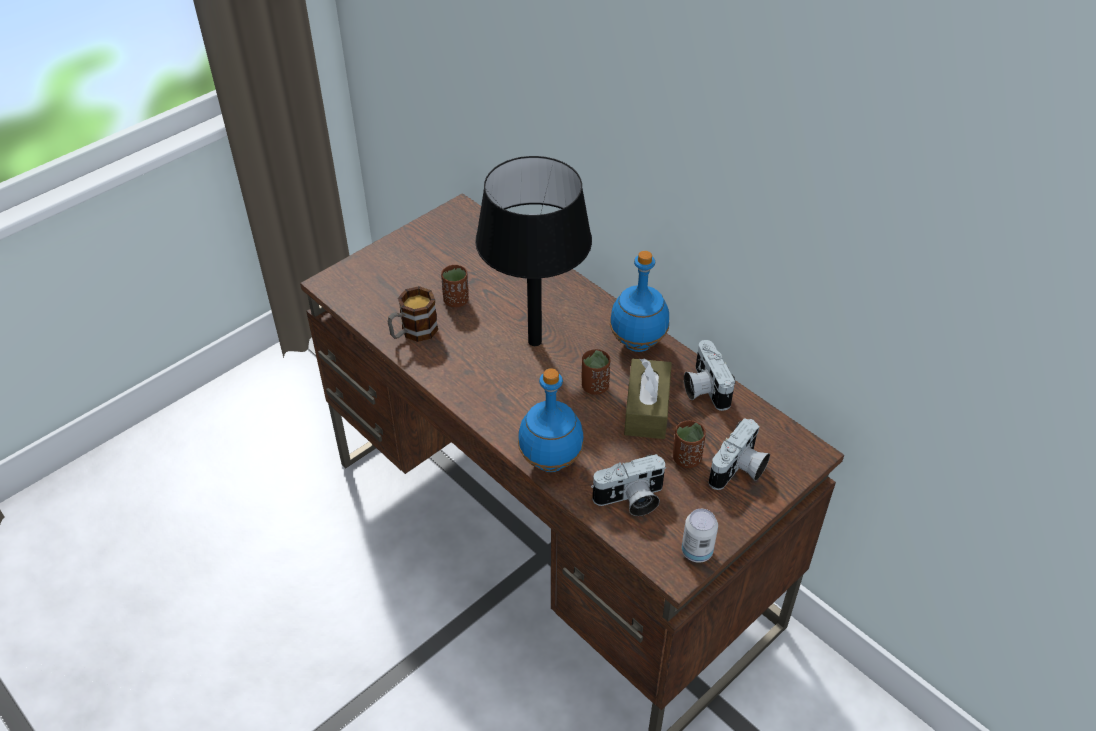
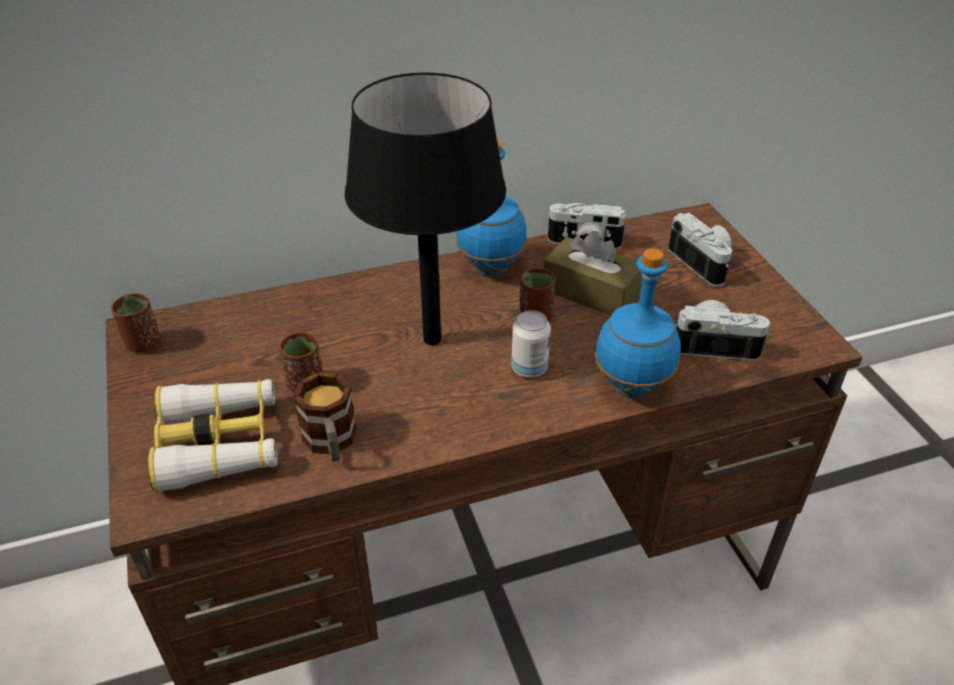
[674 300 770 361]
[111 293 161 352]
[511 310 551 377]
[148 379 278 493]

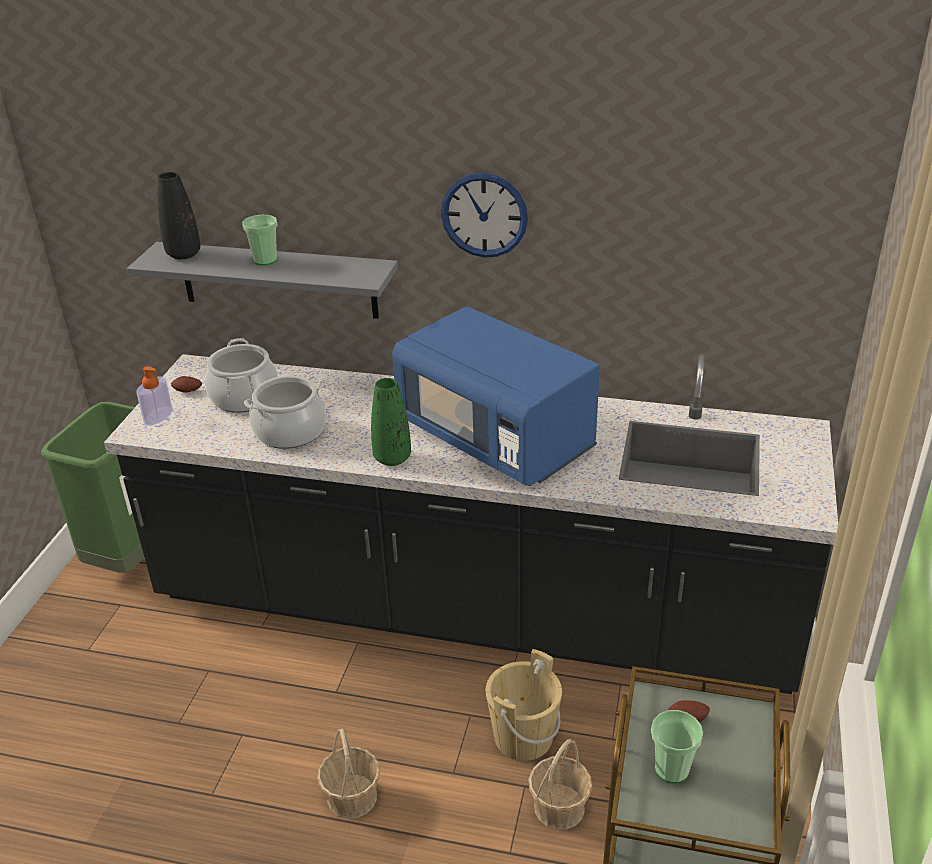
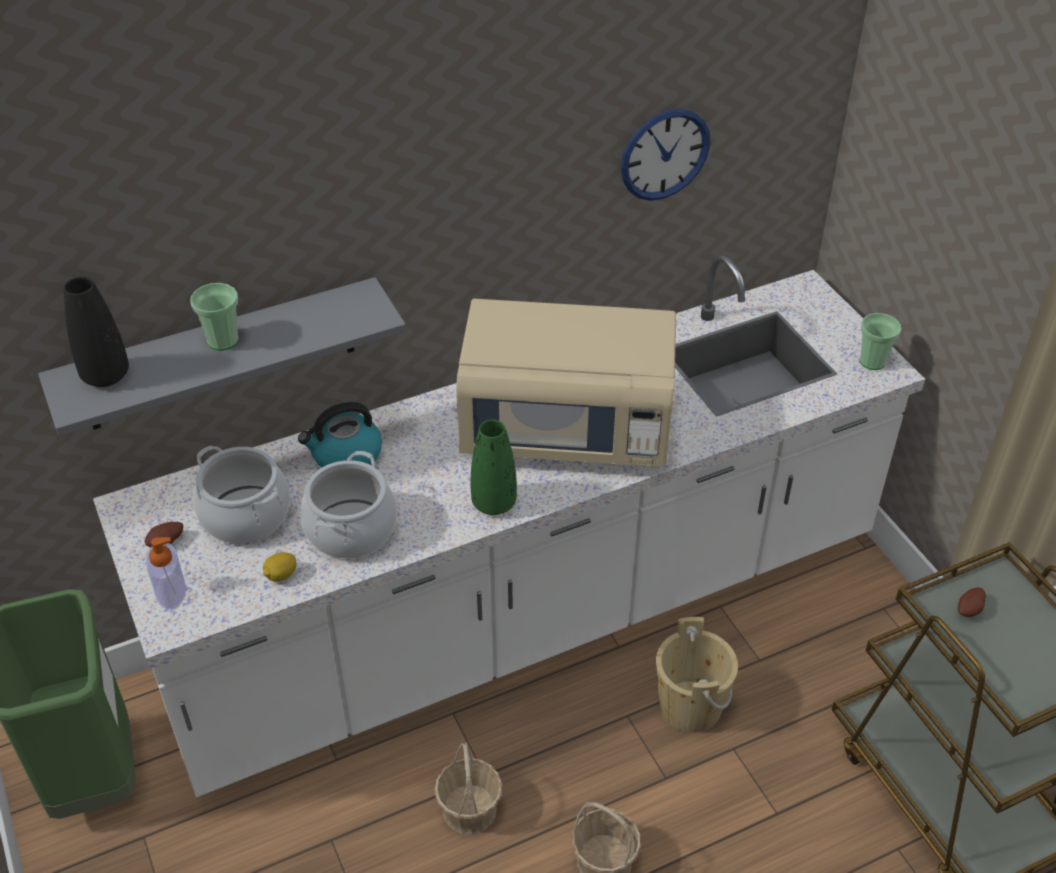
[93 255 925 797]
[456 299 676 467]
[621 109 710 201]
[434 742 502 835]
[860 313 901 370]
[263 552 297 582]
[298 402 382 467]

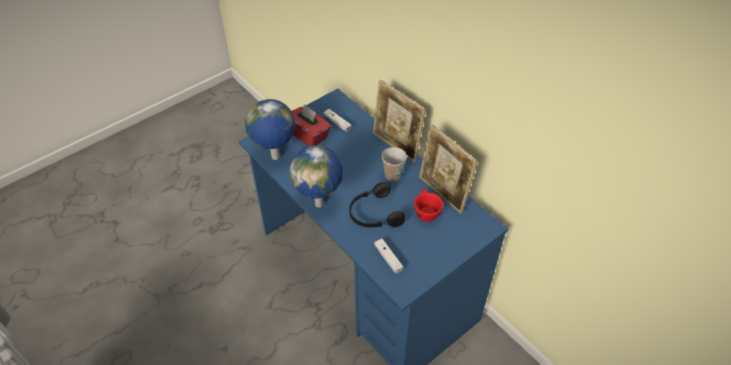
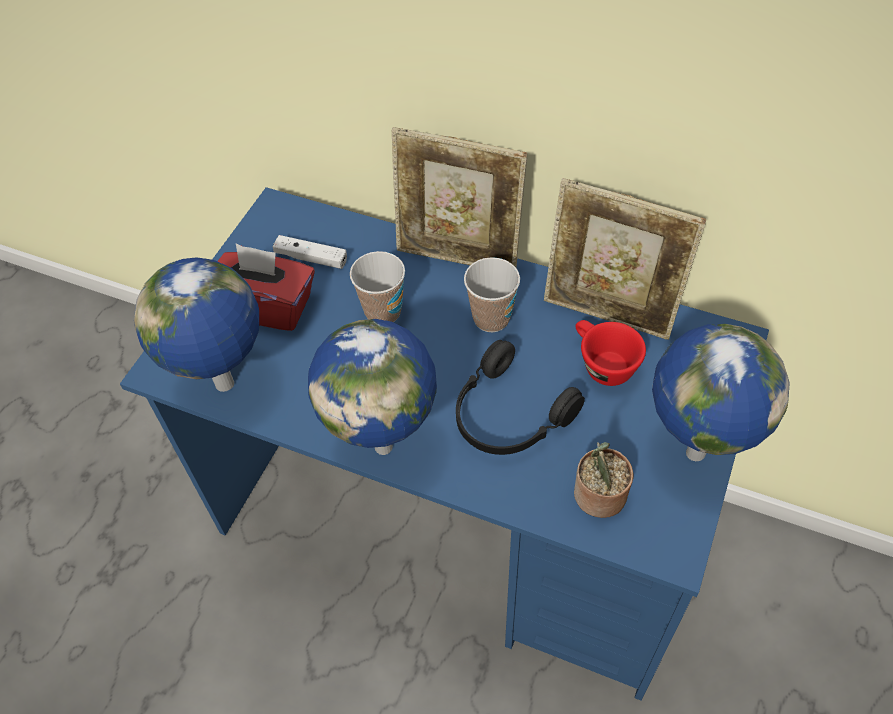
[574 442 634 518]
[350 251 405 322]
[652 323 789 461]

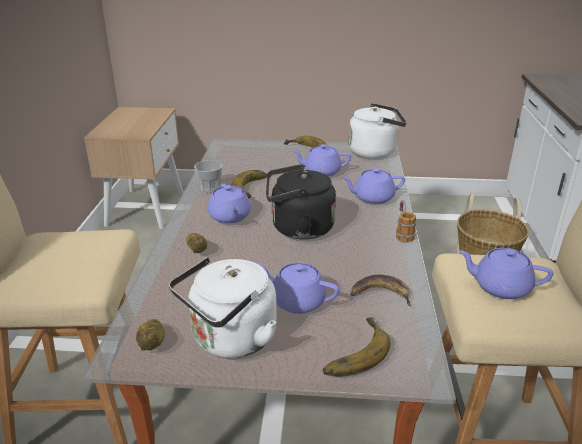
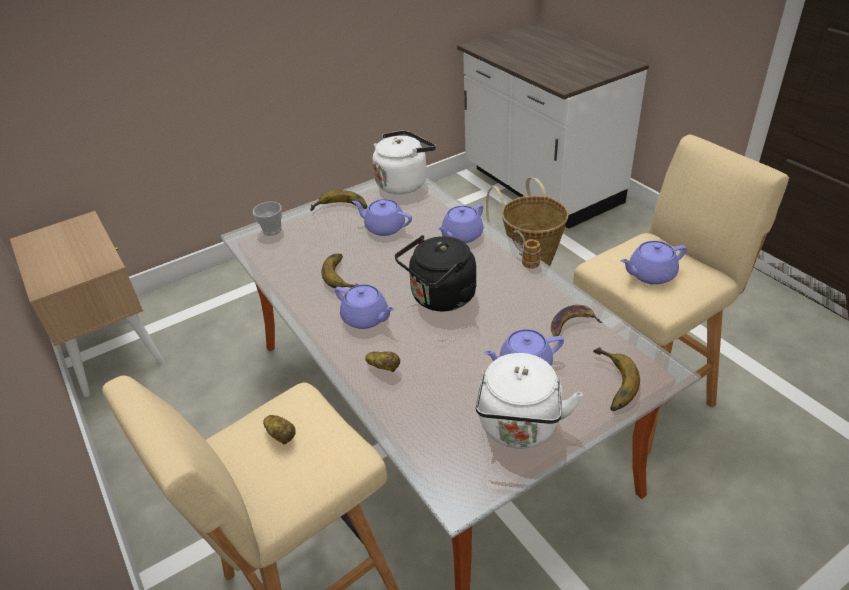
[263 415 296 445]
[253 202 282 236]
[352 199 412 236]

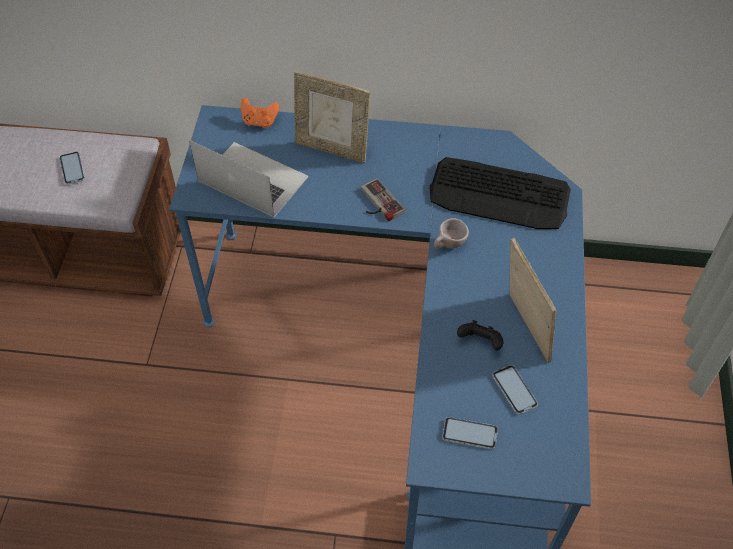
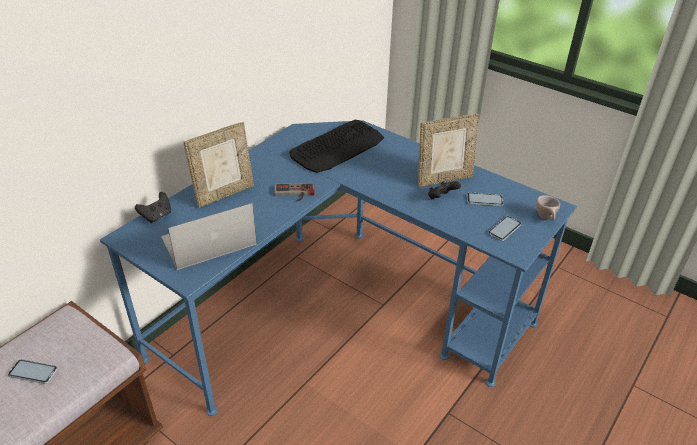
[135 192 171 223]
[536 195 560 220]
[418 114 479 187]

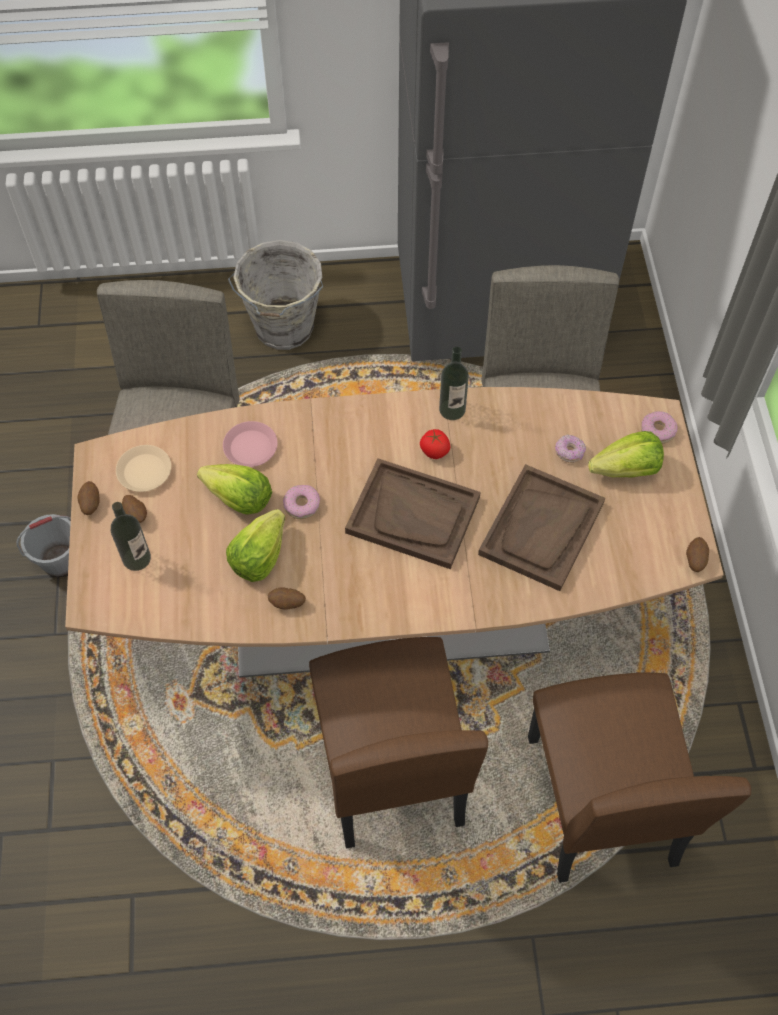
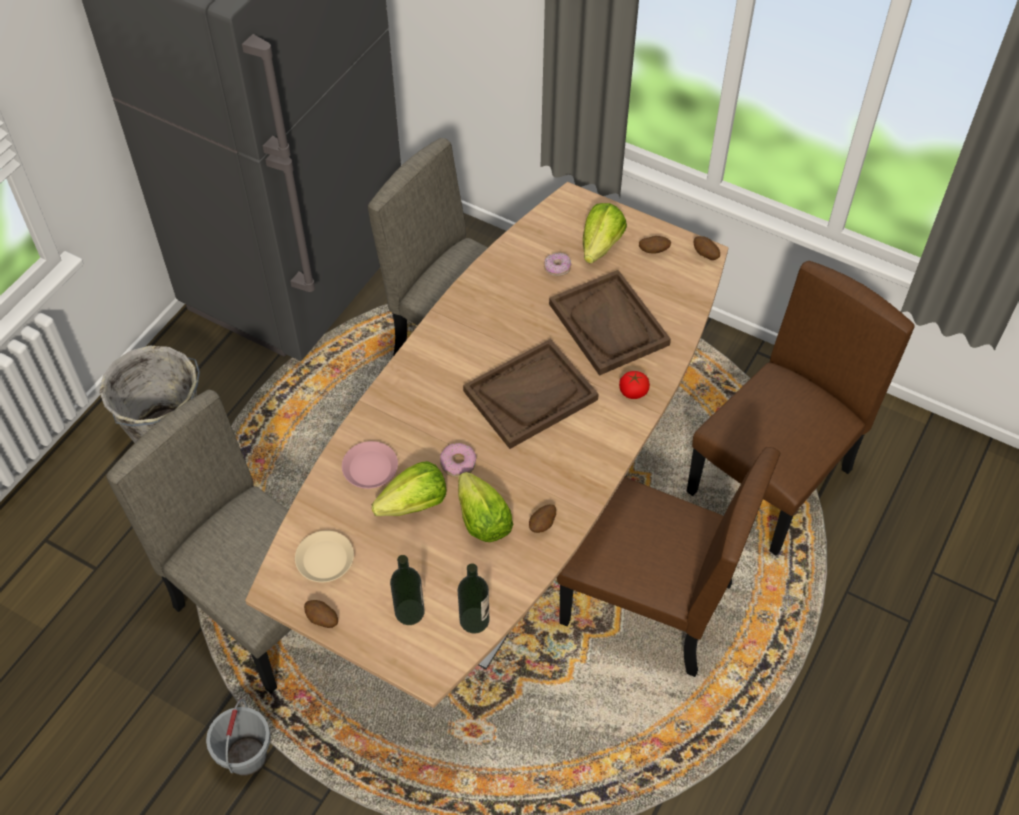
[639 236 671 254]
[619 371 650 399]
[458 563 489 634]
[686 261 915 556]
[641 411 678 444] (first image)

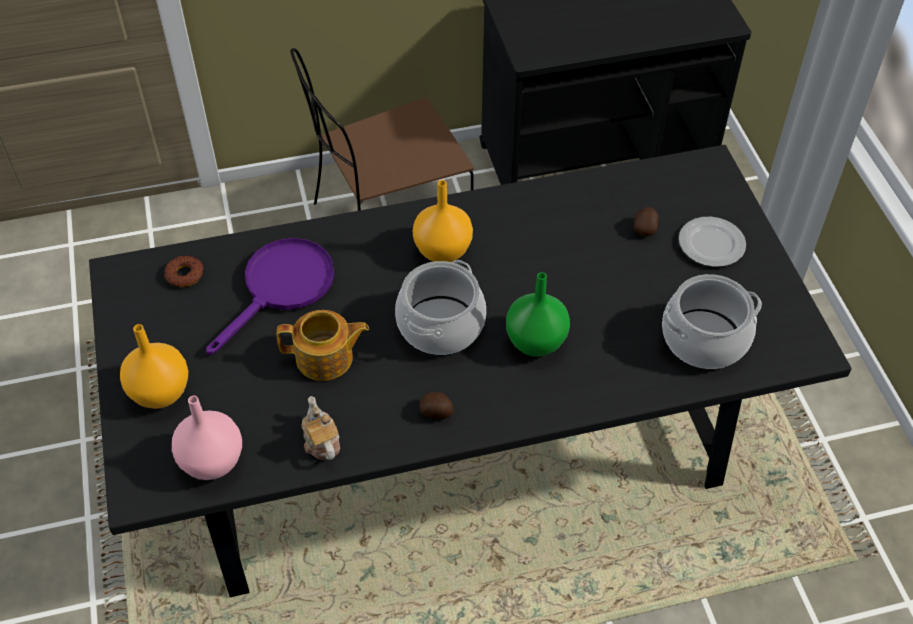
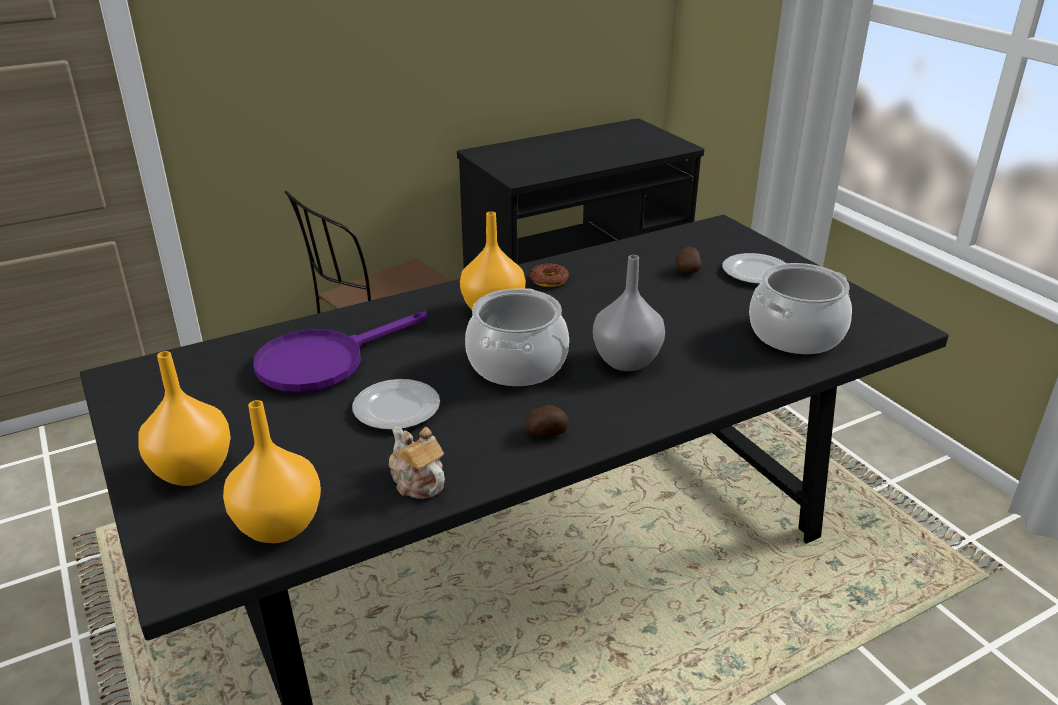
[530 263 569 287]
[223 400 321 543]
[253 311 427 393]
[352 379 440 430]
[593 255 665 371]

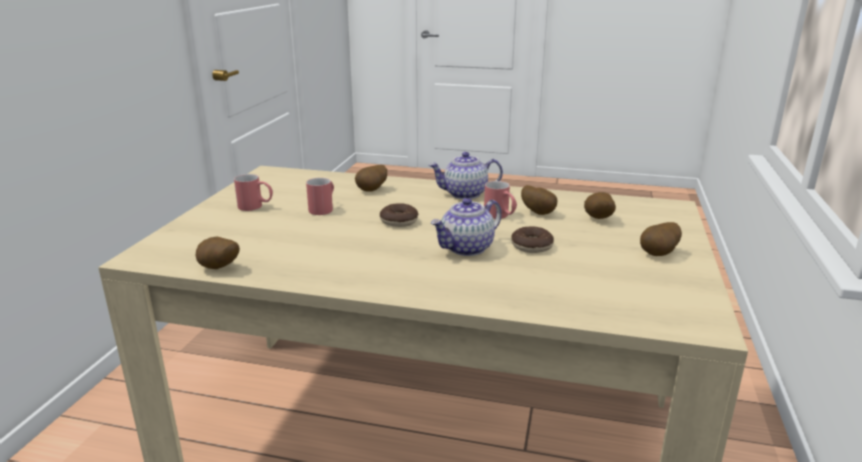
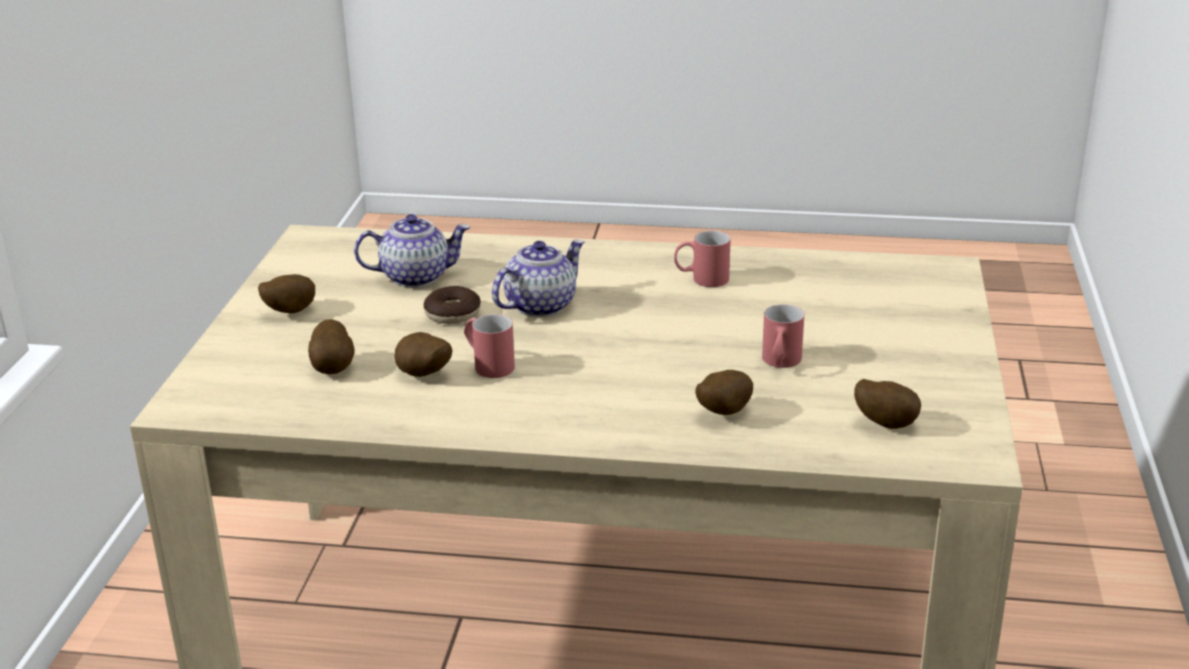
[854 379 921 429]
[674 231 731 287]
[380 203 418 227] (first image)
[354 214 470 288]

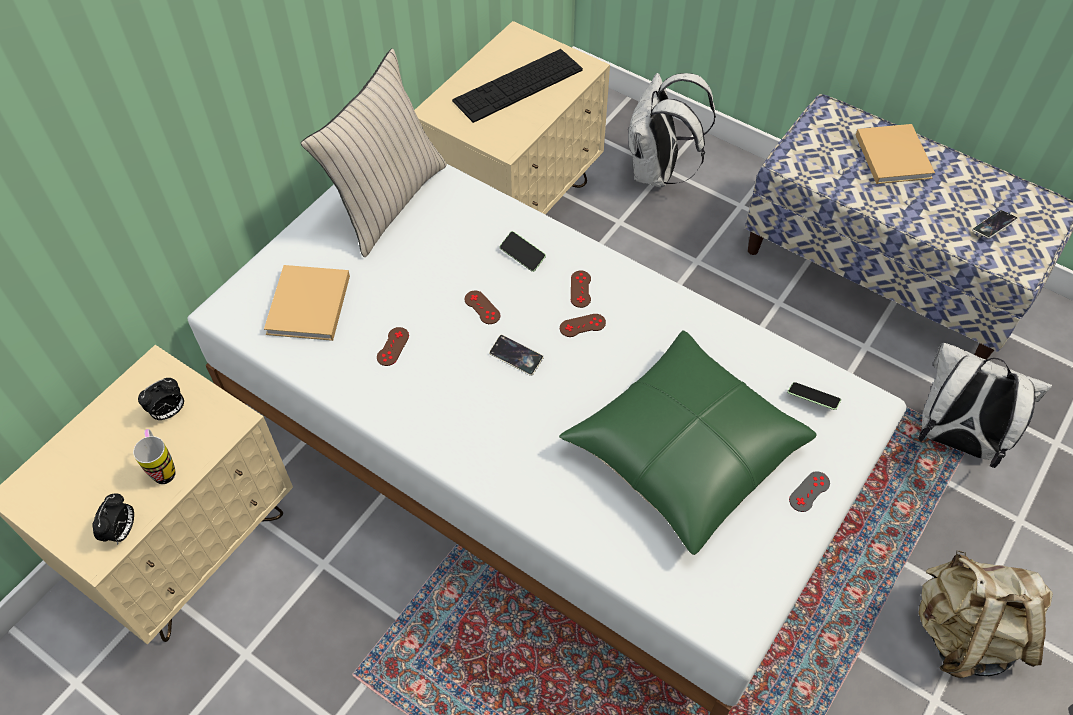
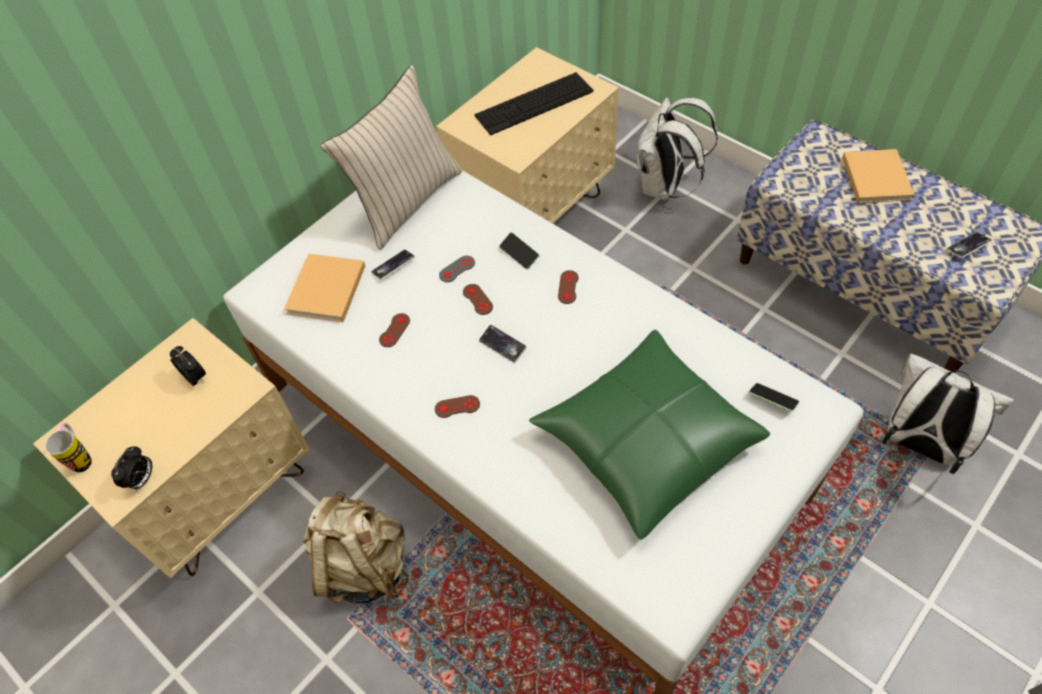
[45 423 92 472]
[170 346 206 386]
[435 395 480 418]
[439 256 475 282]
[303 491 409 603]
[371 250 415 280]

